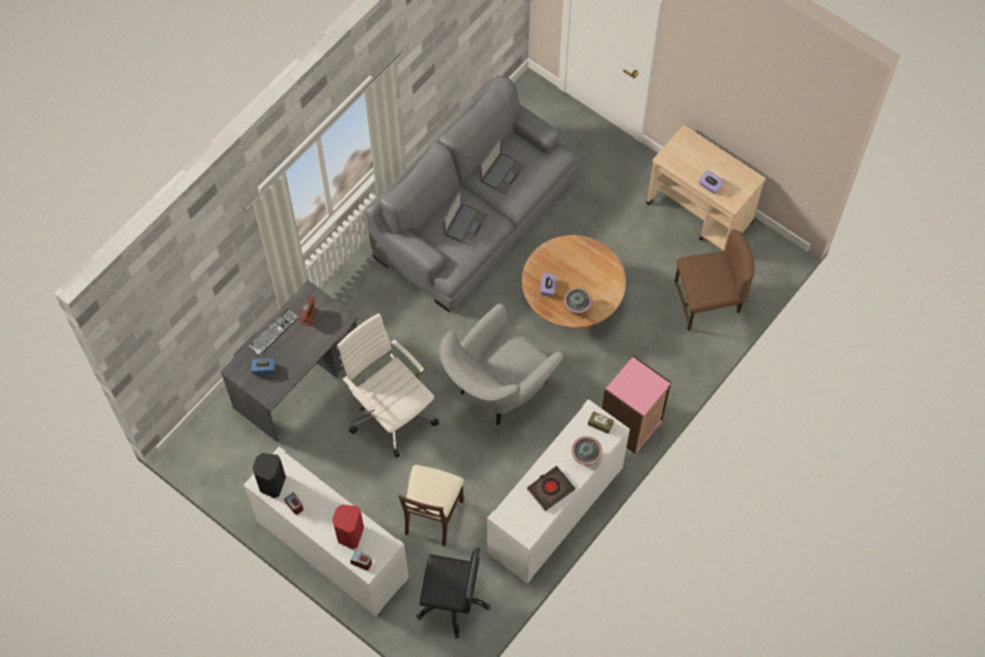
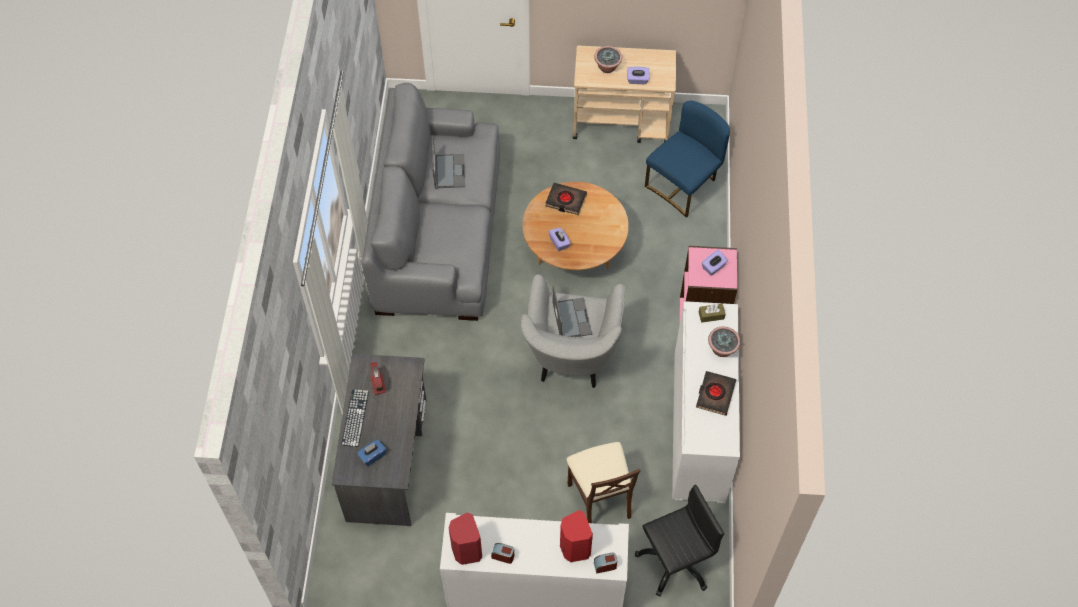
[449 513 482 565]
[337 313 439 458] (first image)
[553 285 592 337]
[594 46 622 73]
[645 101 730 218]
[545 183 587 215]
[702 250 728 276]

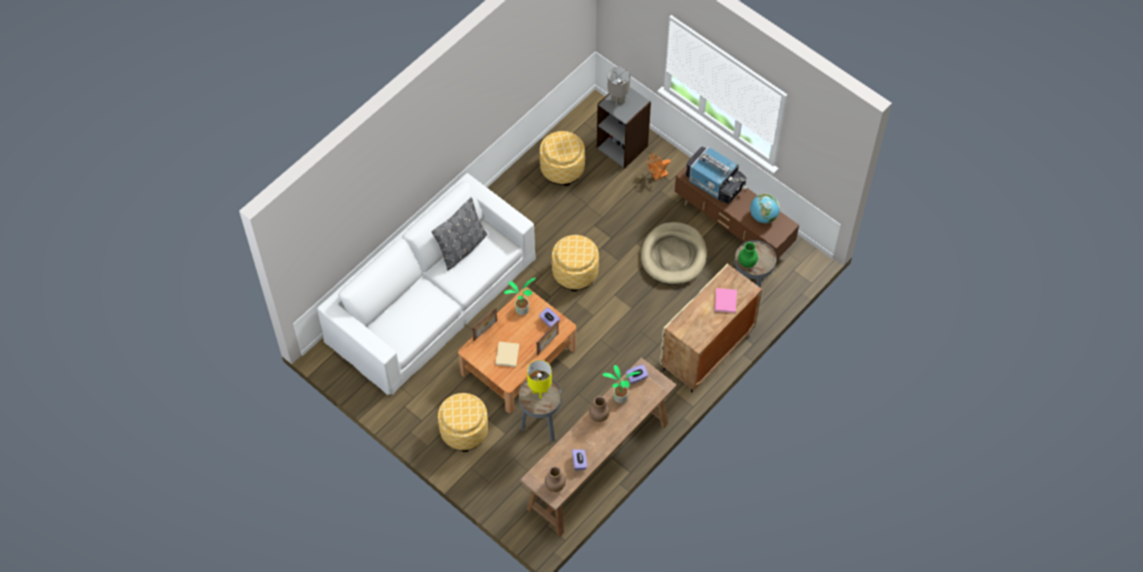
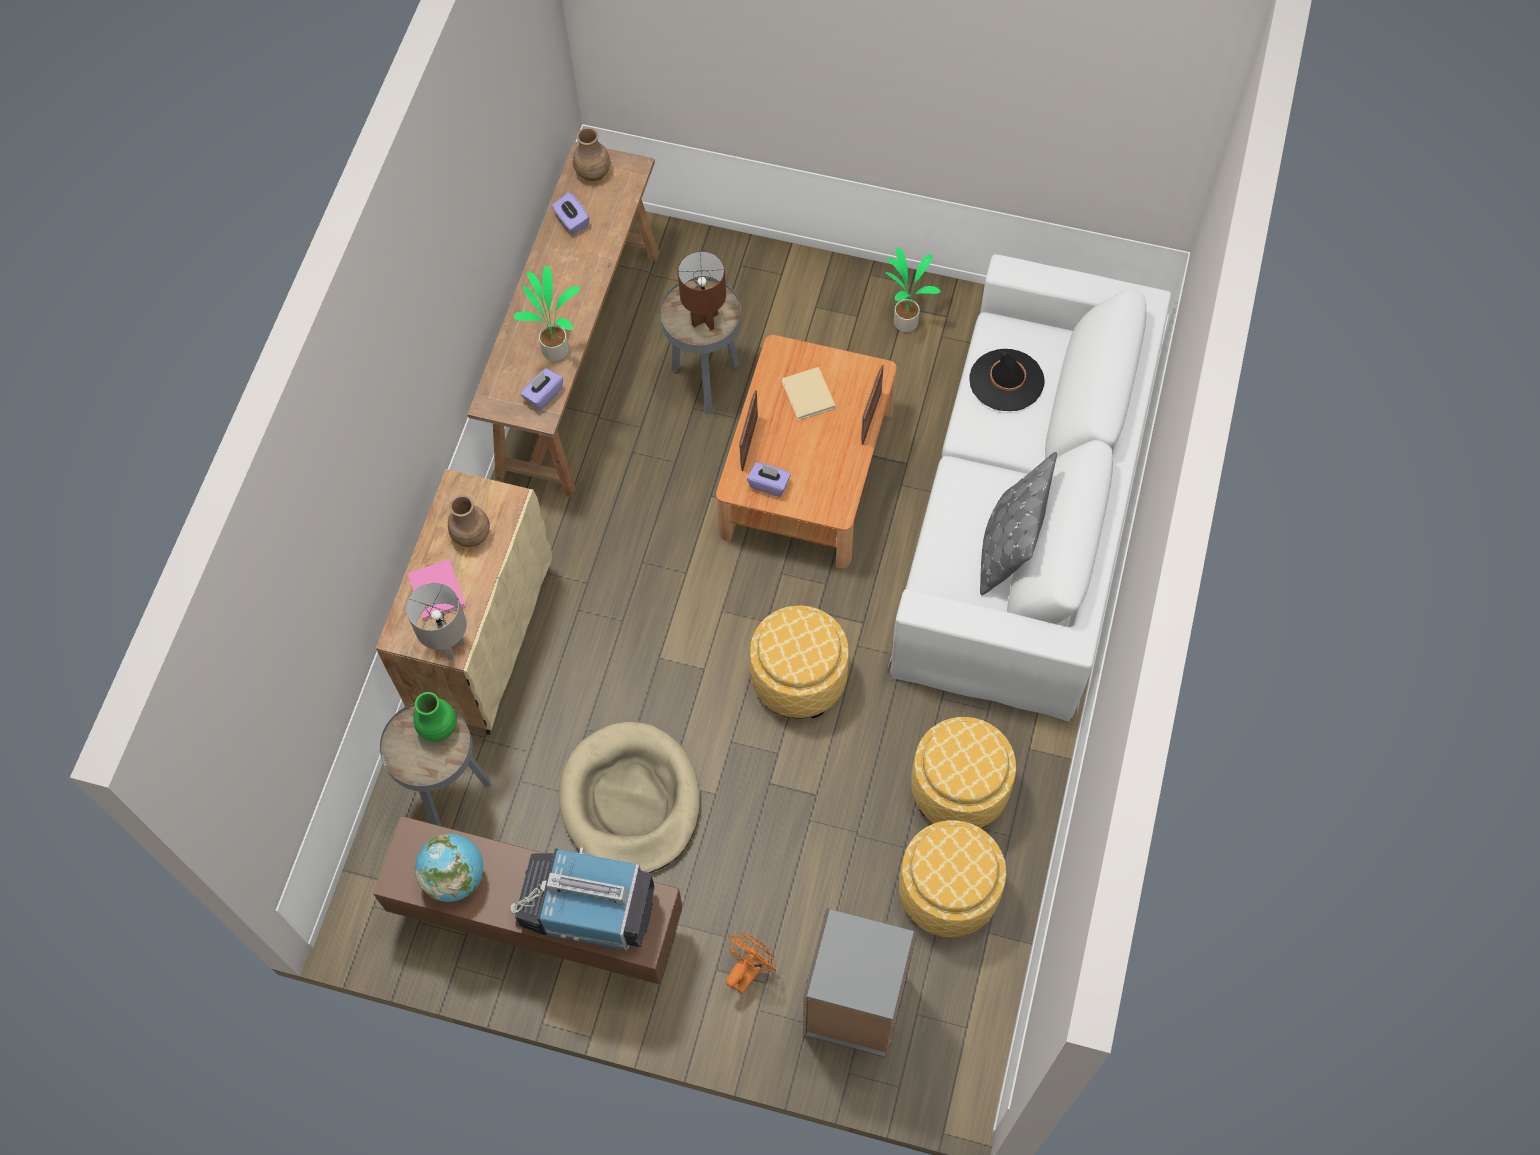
[911 717 1016 829]
[885 247 940 332]
[678 251 726 330]
[448 495 490 547]
[406 583 467 660]
[969 349 1045 411]

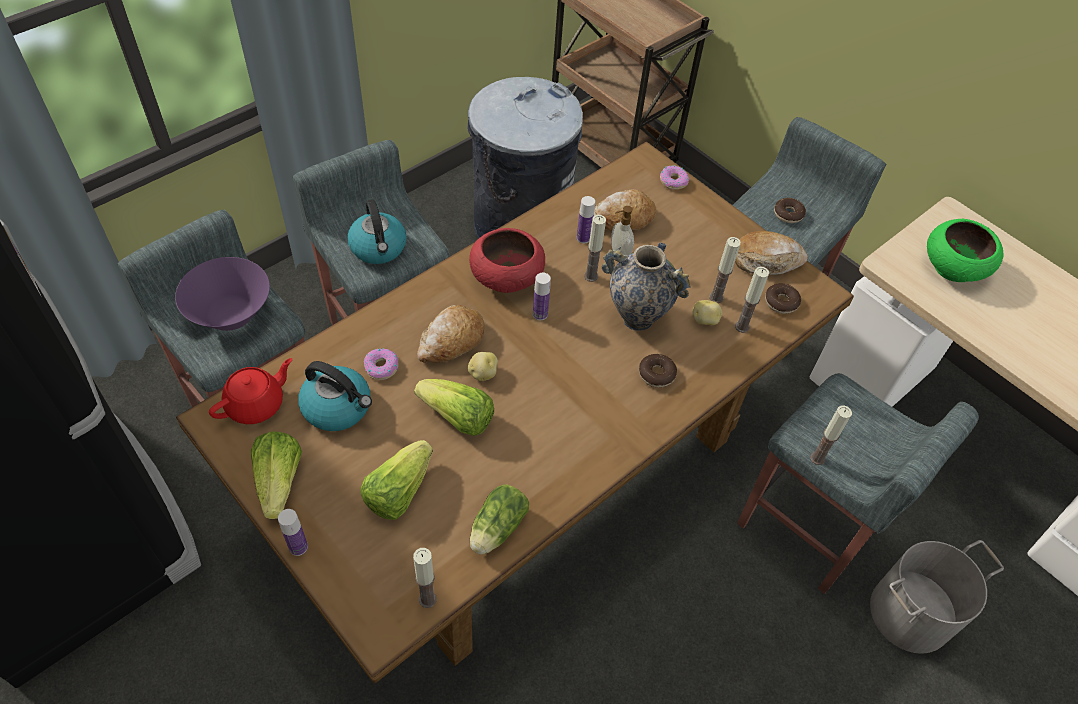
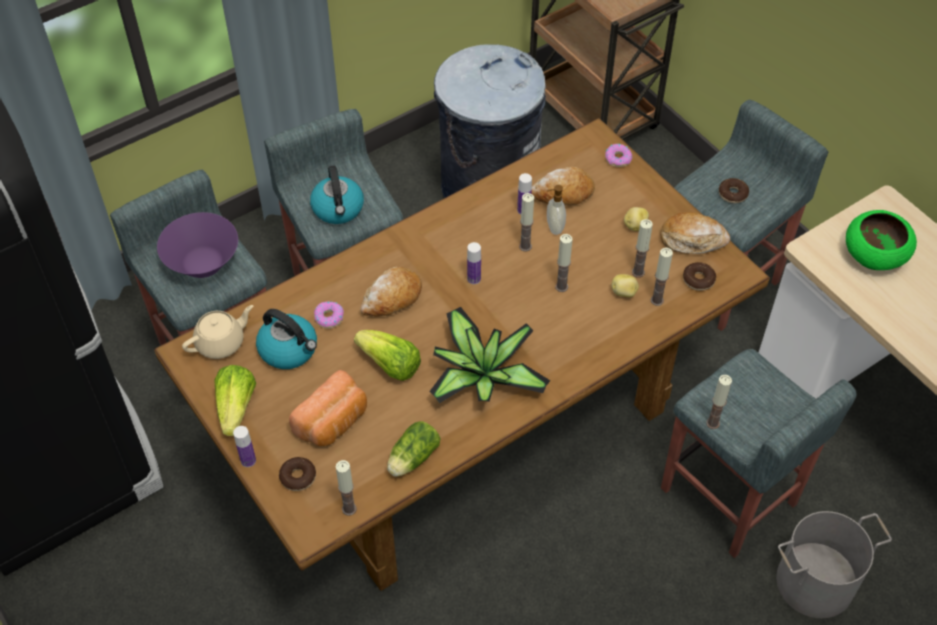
[182 305 253 359]
[289 370 367 446]
[624 207 649 231]
[469 228 545 293] (first image)
[555 234 573 292]
[279 457 316 491]
[429 307 550 403]

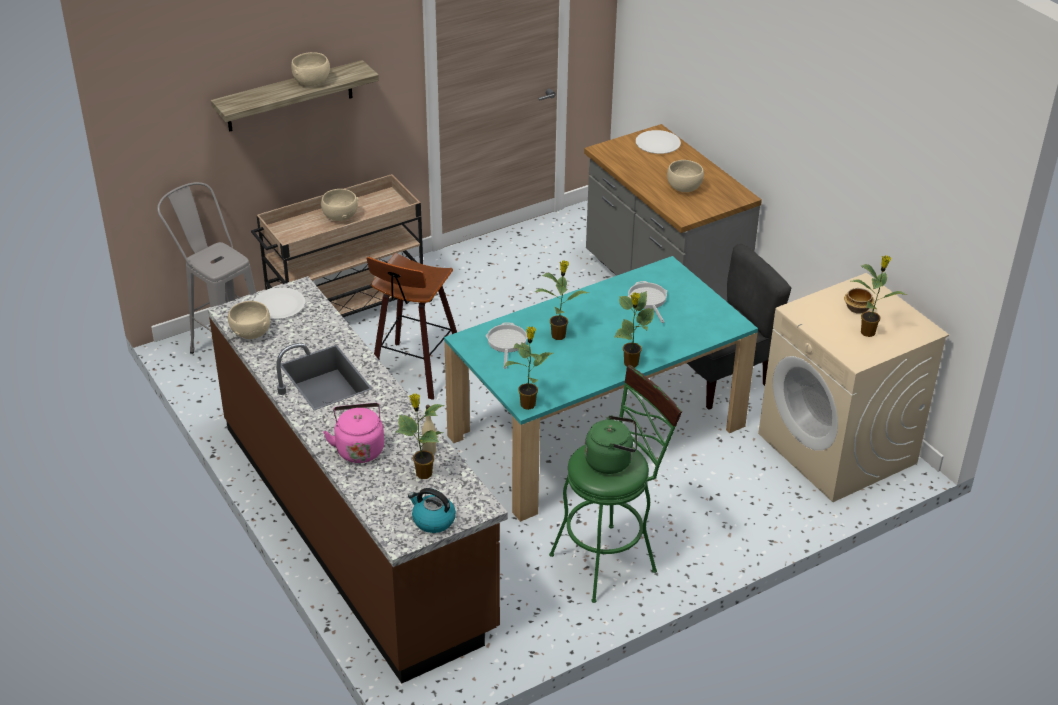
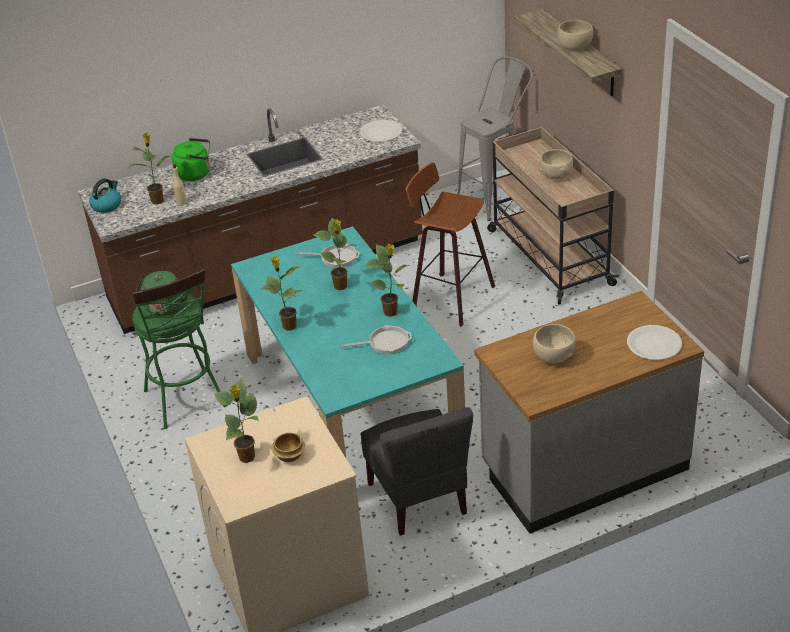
[228 301 270 339] (first image)
[172 138 210 181]
[364 244 410 317]

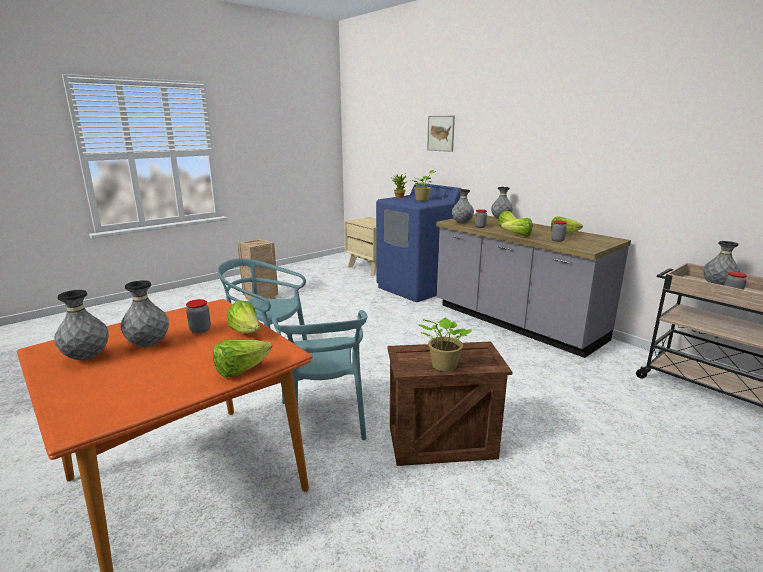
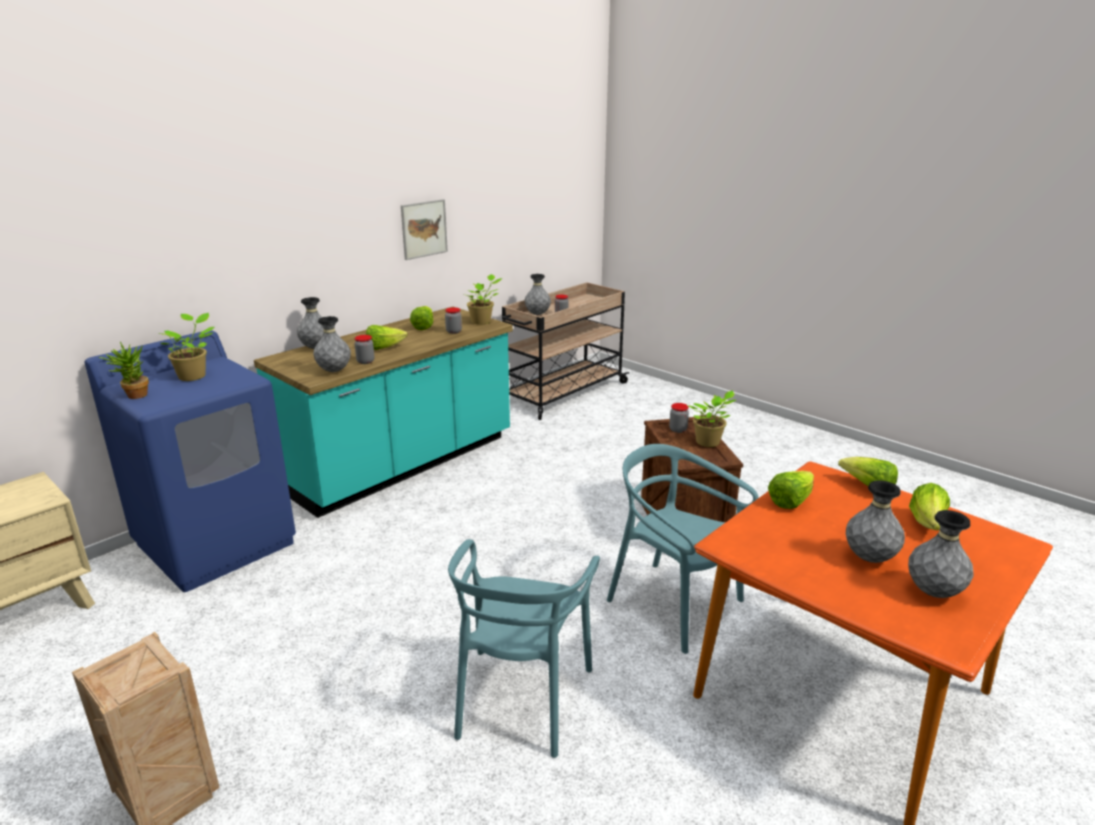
[669 403 689 433]
[607 444 758 654]
[401 199 448 260]
[254 307 513 518]
[909 483 950 530]
[467 274 503 325]

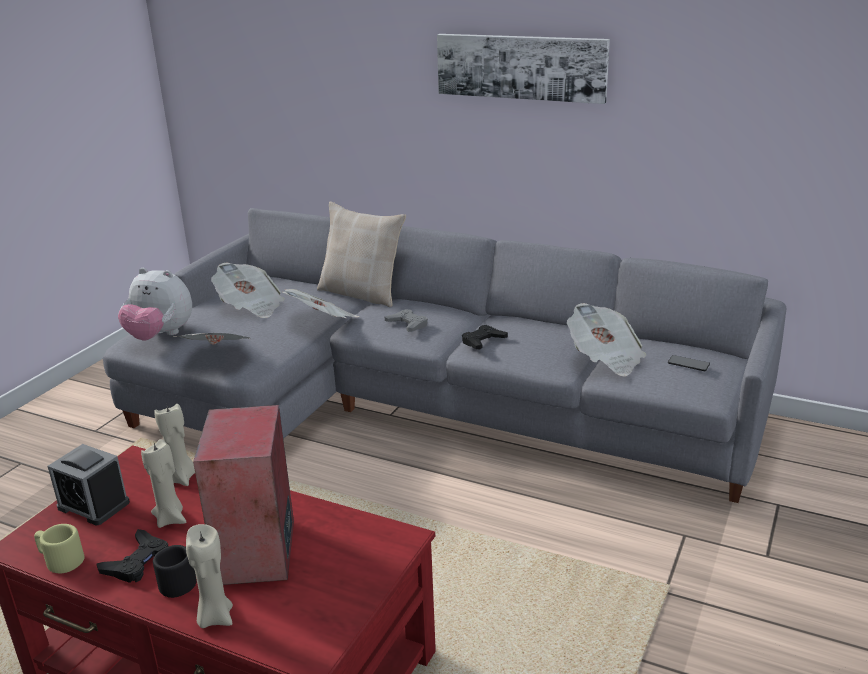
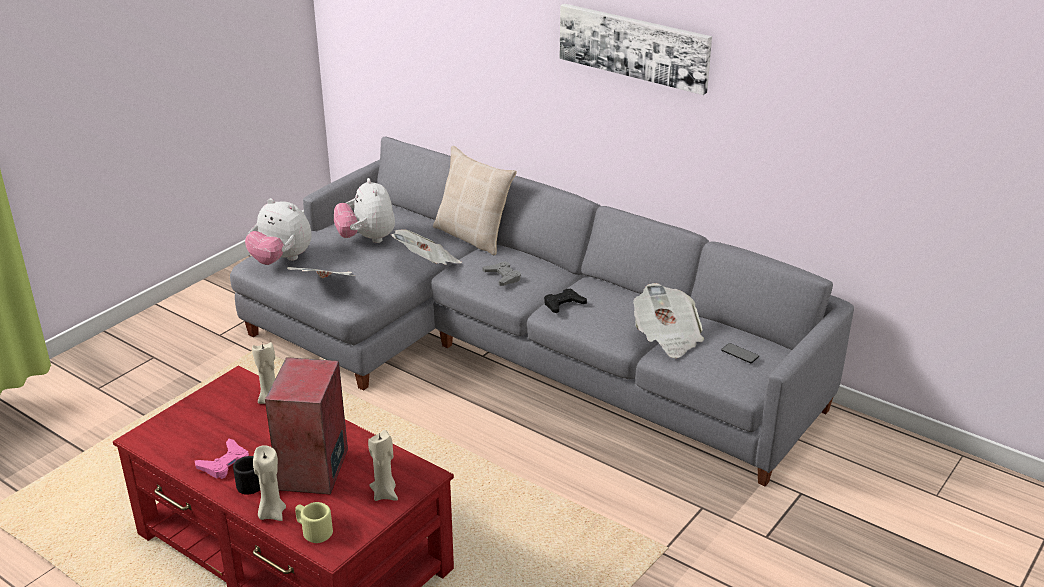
[295 502 333 543]
[48 444 130 525] (first image)
[195 439 249 479]
[368 430 398 501]
[334 178 395 243]

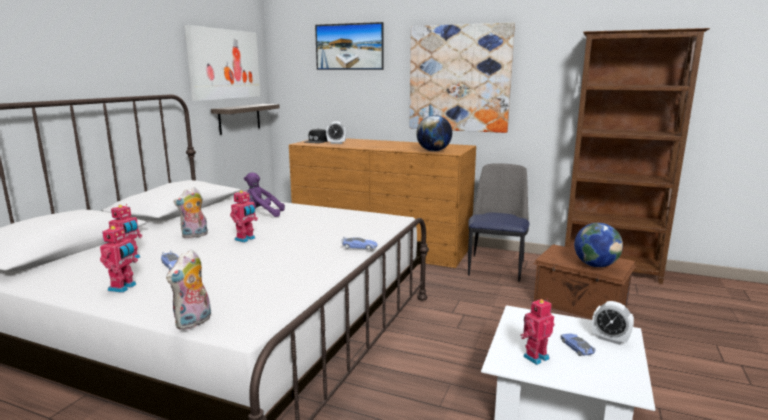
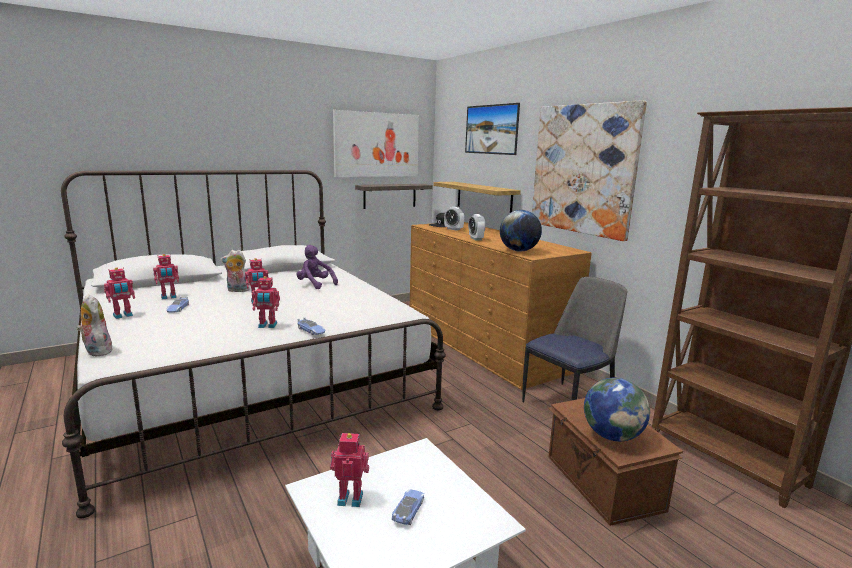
[76 294 112 357]
[468 214 486 240]
[252 276 280 328]
[433 182 521 213]

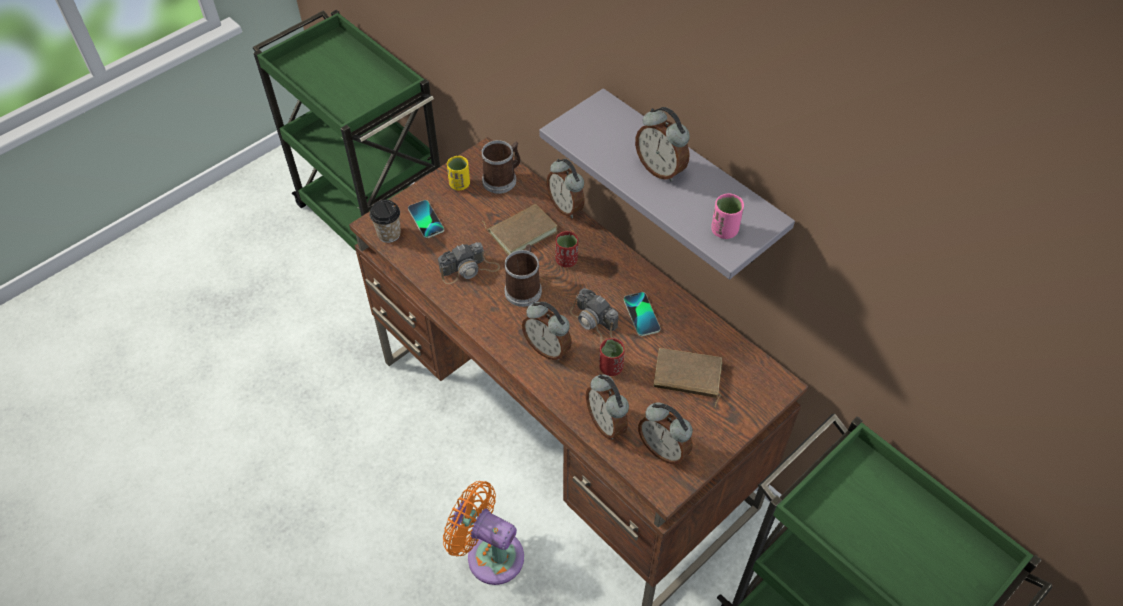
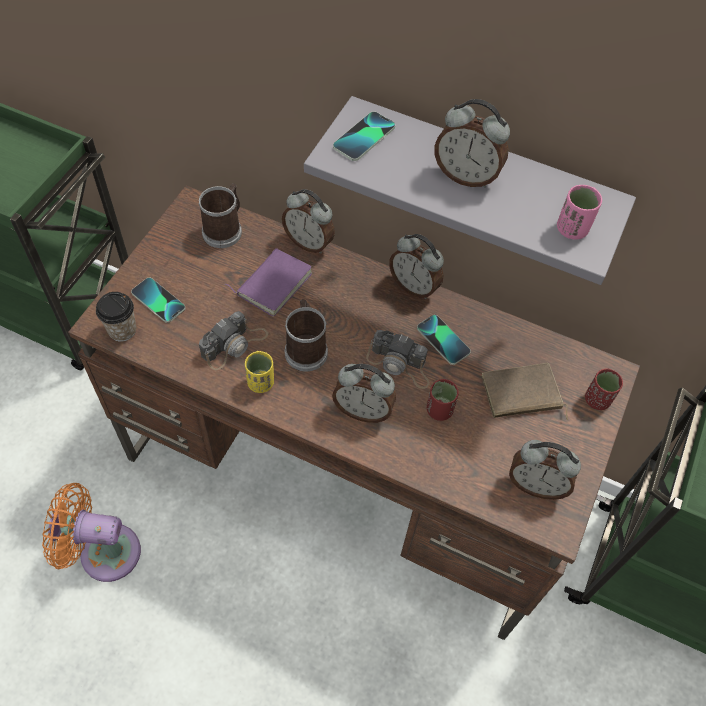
[42 483 141 582]
[245 351 274 393]
[225 248 312 317]
[585 369 623 410]
[389 234 444 299]
[333 111 395 161]

